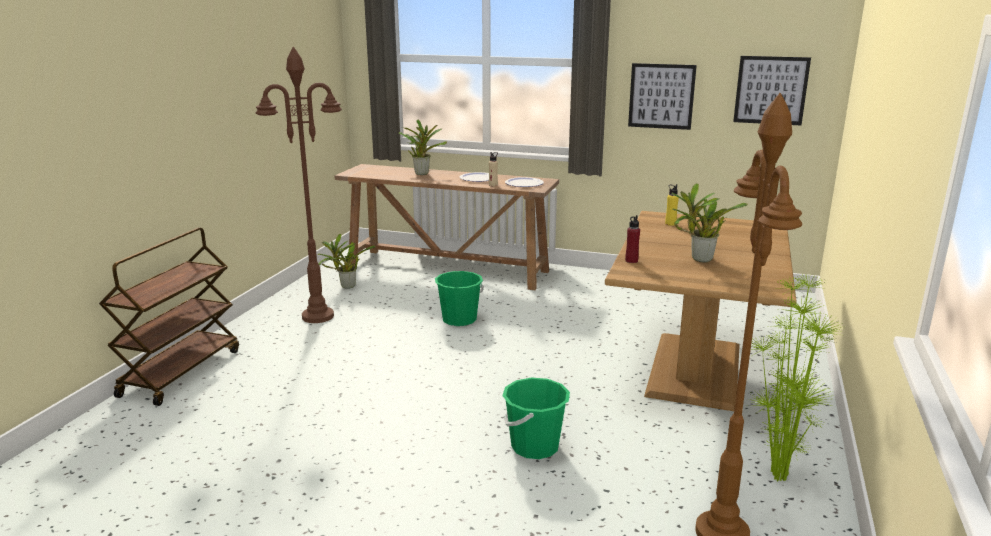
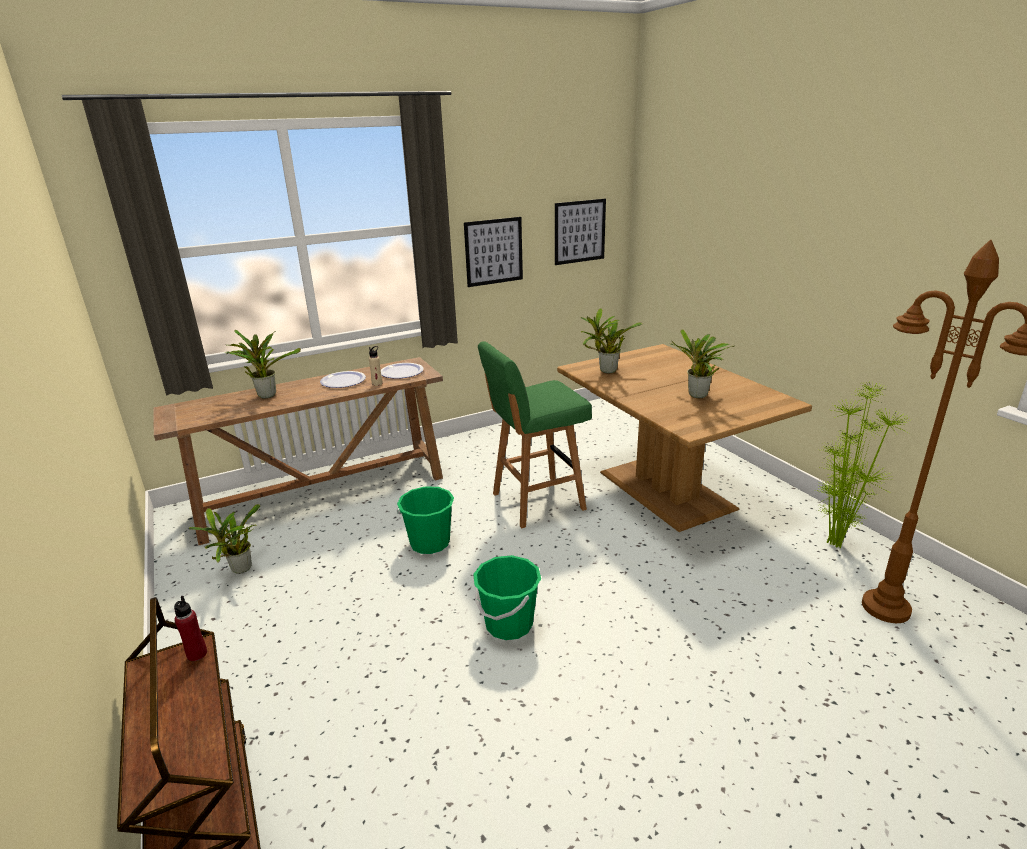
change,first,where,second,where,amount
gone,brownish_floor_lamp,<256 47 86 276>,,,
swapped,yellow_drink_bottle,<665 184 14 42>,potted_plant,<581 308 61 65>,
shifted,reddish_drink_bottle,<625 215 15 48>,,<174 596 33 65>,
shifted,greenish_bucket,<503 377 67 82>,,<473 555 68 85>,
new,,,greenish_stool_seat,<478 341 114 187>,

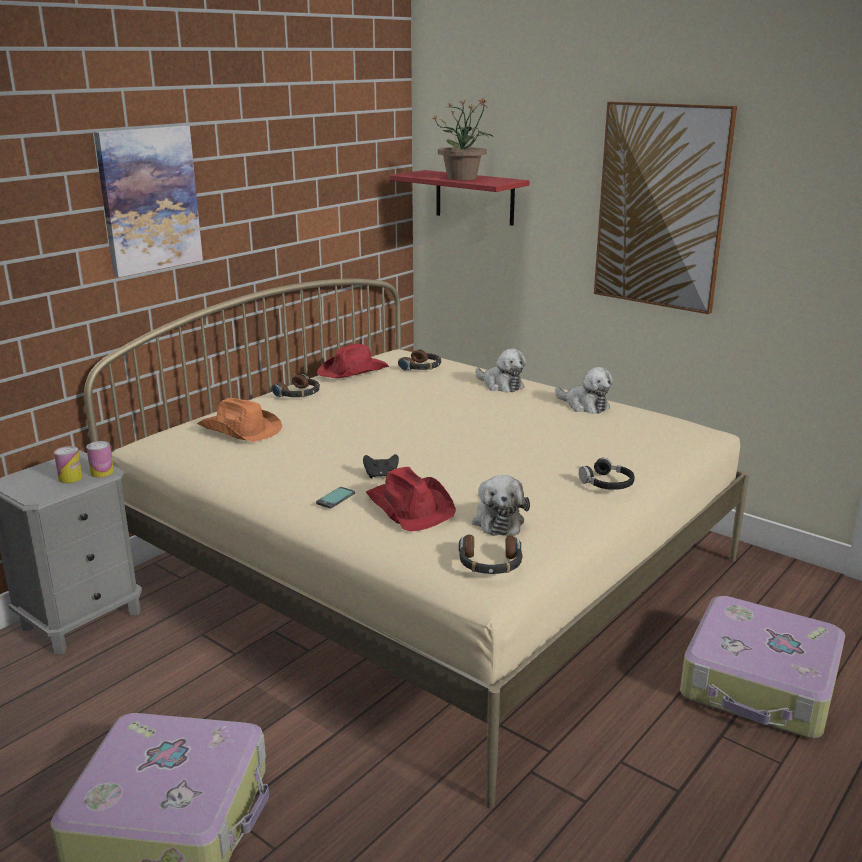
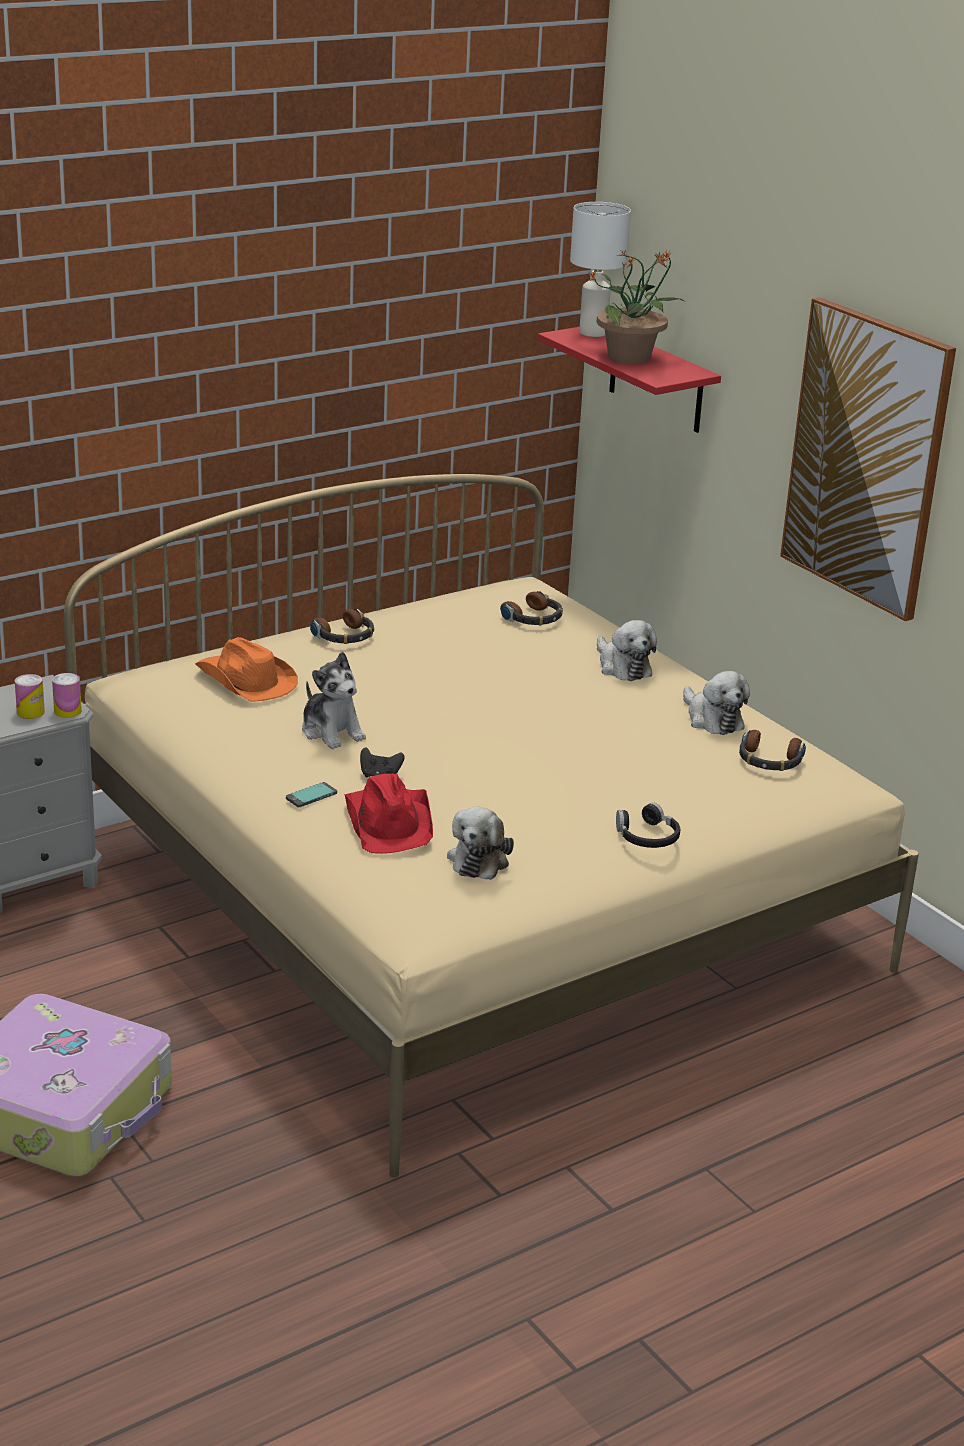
change,first,where,second,where,amount
gone,picture,<94 126 109 151>,,,
gone,reddish_hat,<317 344 72 34>,,,
shifted,pair_of_headphones,<459 535 64 39>,,<739 730 67 41>,
gone,travel_case,<680 596 165 142>,,,
new,,,white-coloured_lamp_for_a_table,<570 202 61 135>,
new,,,soft_toy,<302 652 64 97>,

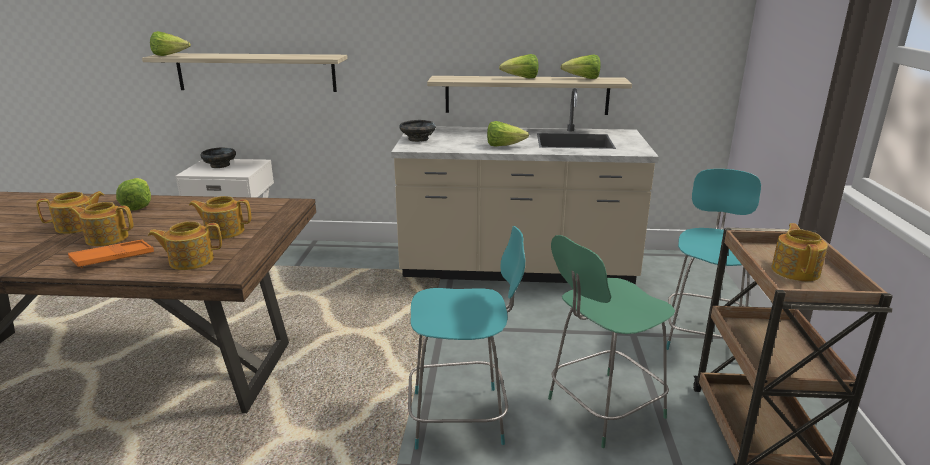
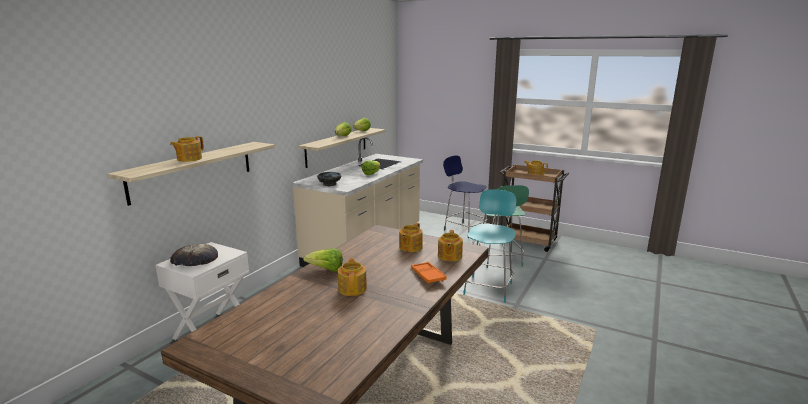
change,first,where,second,where,amount
gone,lettuce,<150 31 41 25>,,,
swapped,blackish_bowl,<200 147 36 21>,baked_bread,<170 243 48 23>,
swapped,turquoise-coloured_chair,<667 169 94 181>,bluish_stool_seat,<443 156 44 82>,
shifted,tea_pot,<68 202 66 44>,,<170 136 34 26>,

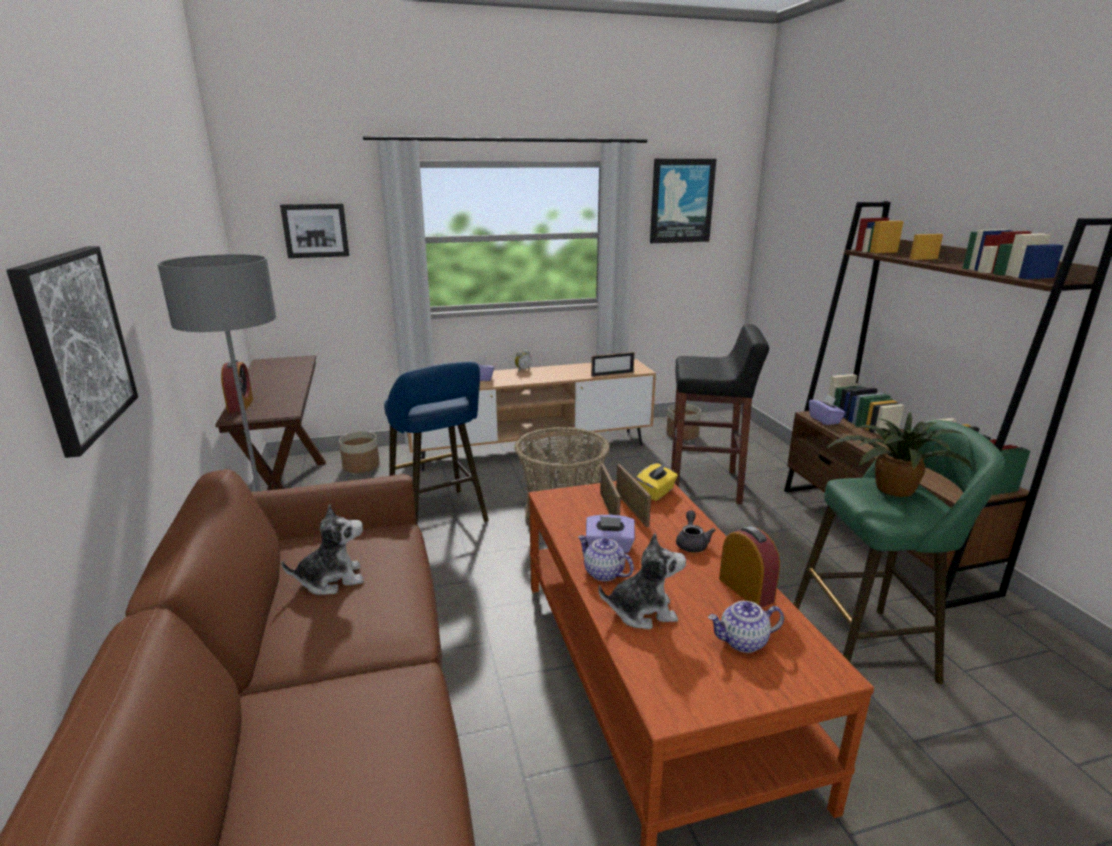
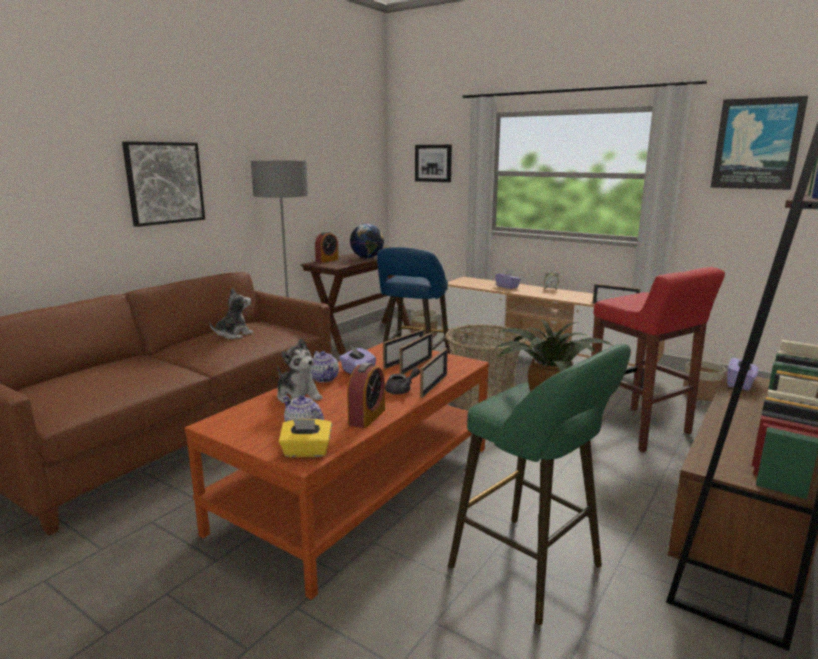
change,first,where,second,where,amount
repainted,blackish_stool_seat,<671 324 98 180>,reddish_stool_seat,<591 267 134 185>,
shifted,yellow_tissue_holder,<636 463 42 38>,,<279 418 53 39>,
rotated,soft_toy,<281 504 83 91>,,<209 288 45 51>,75 degrees counterclockwise
rotated,tea_pot,<578 535 56 46>,,<310 351 29 31>,150 degrees clockwise
new,,,world_globe,<350 224 34 34>,
new,,,picture_frame,<420 348 28 50>,

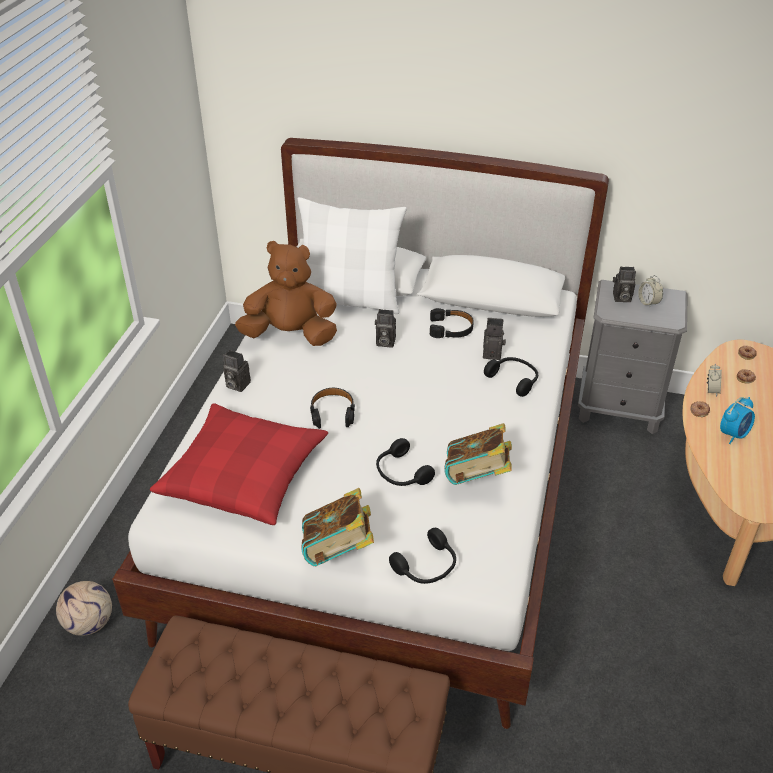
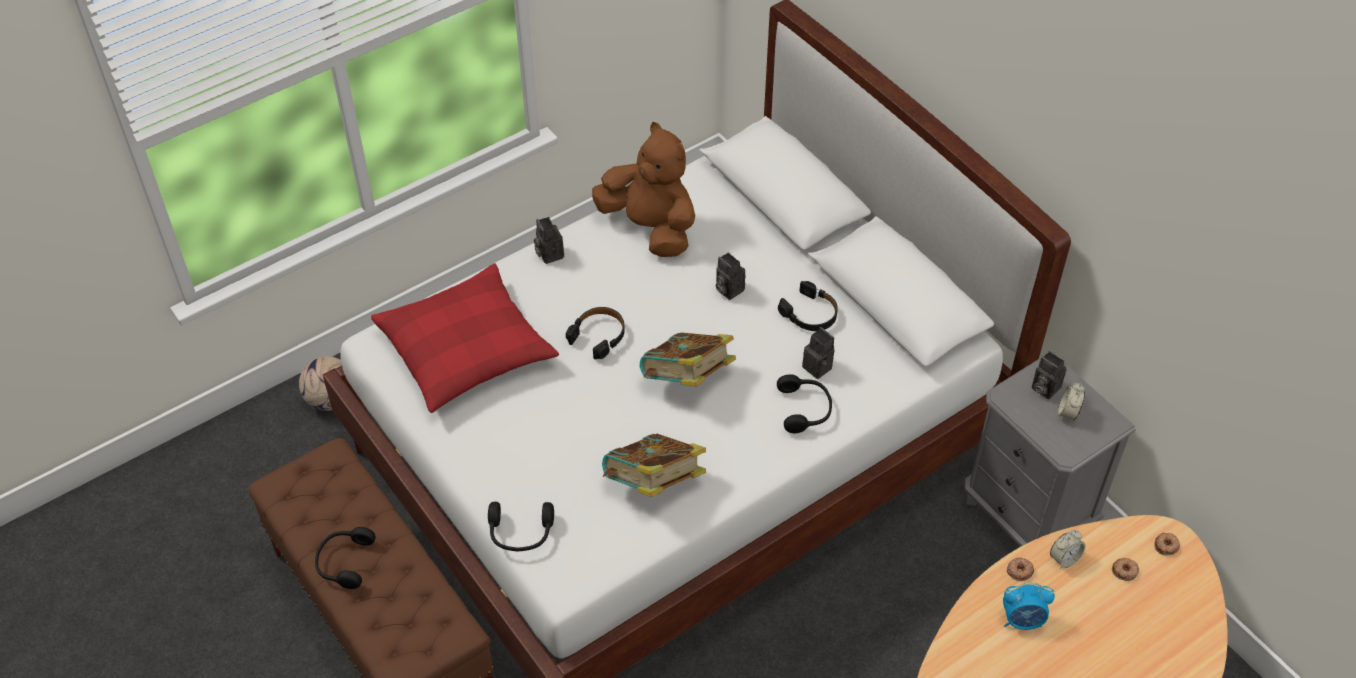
change,first,where,second,where,amount
gone,white-coloured_cushion,<298 197 109 117>,,,
shifted,blackish_pair_of_headphones,<376 438 59 48>,,<315 527 60 62>,
shifted,book,<302 488 72 78>,,<640 332 96 54>,

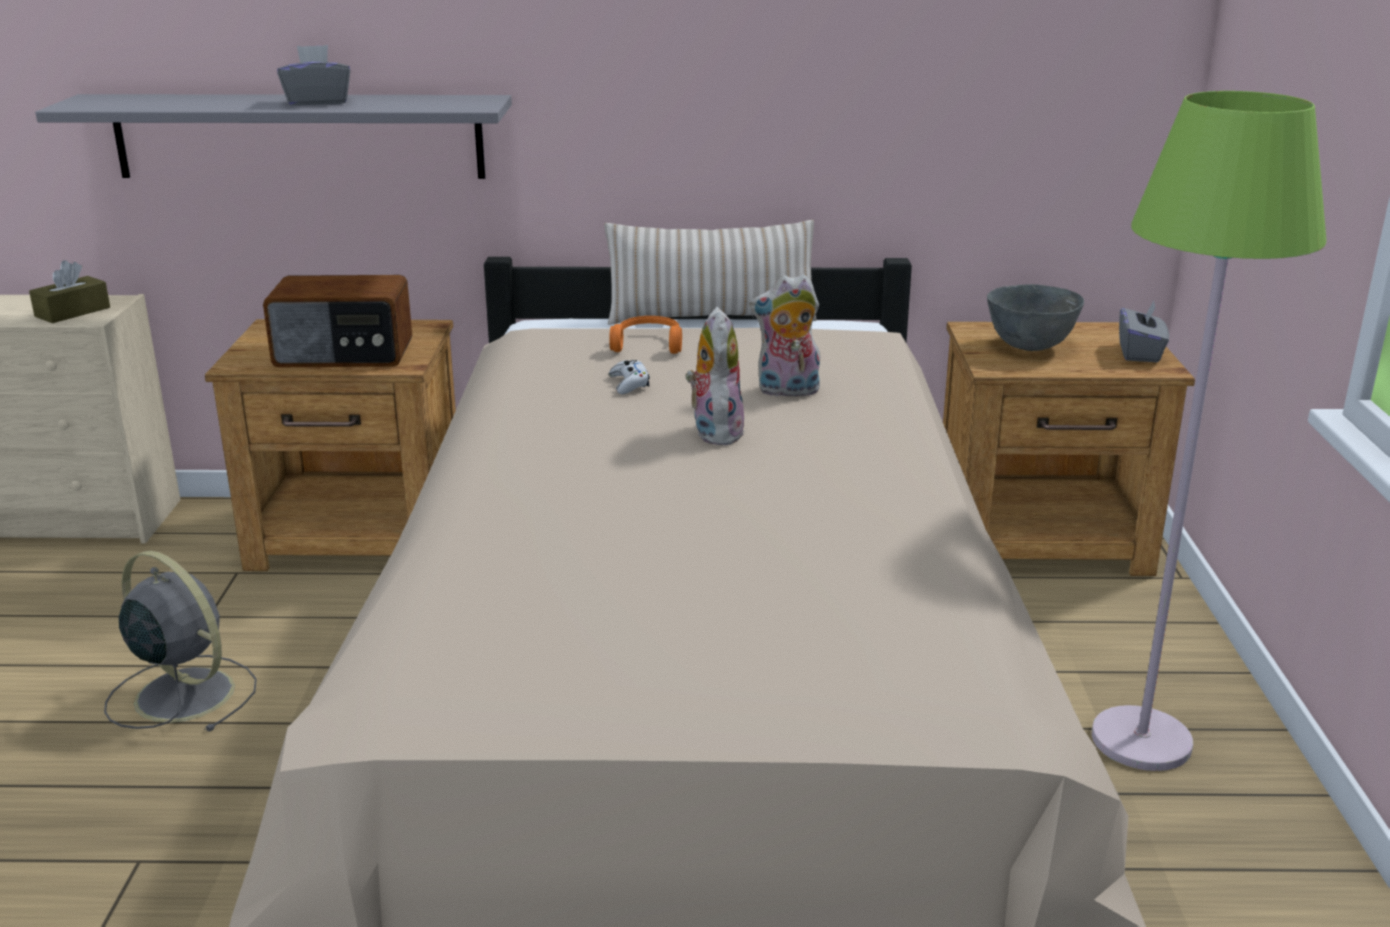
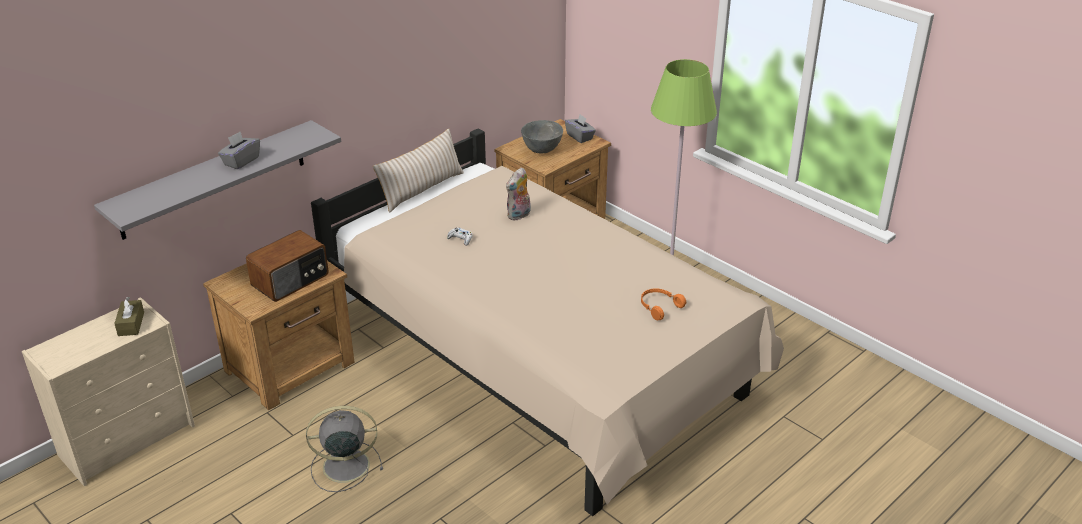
change,first,where,second,where,amount
gone,soft_toy,<686 307 59 139>,,,
shifted,orange-coloured_pair_of_headphones,<609 316 73 38>,,<641 288 45 32>,

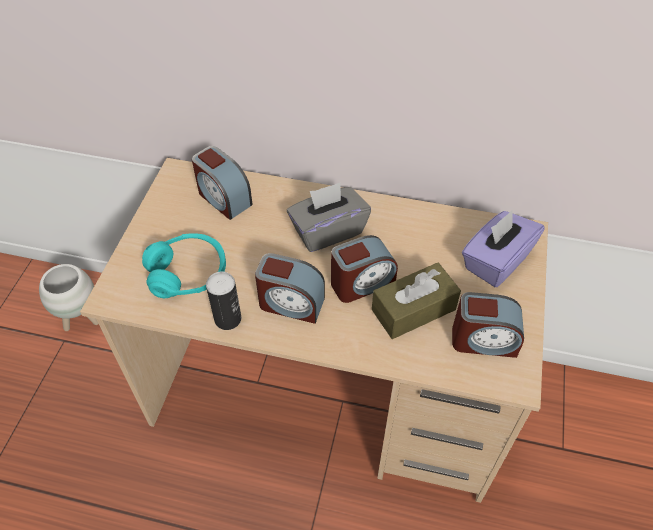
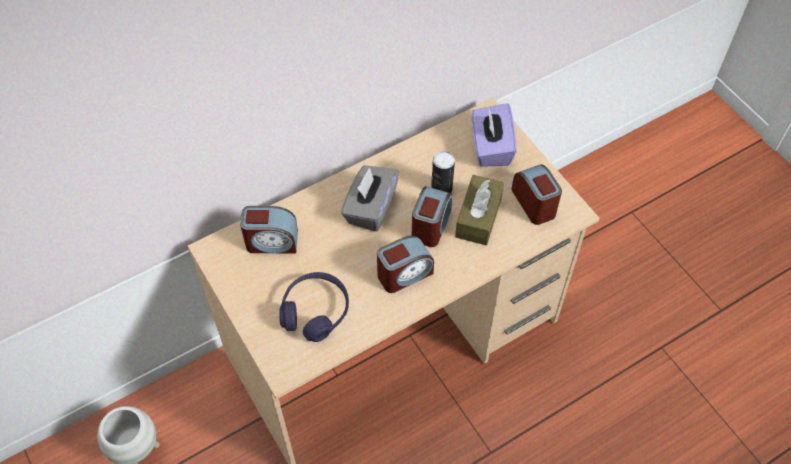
change,first,where,second,where,amount
repainted,turquoise-coloured_pair_of_headphones,<142 233 84 65>,purple-coloured_pair_of_headphones,<279 272 70 70>,
shifted,sealed_can,<206 272 35 58>,,<431 151 24 42>,
rotated,alarm_clock,<452 292 72 66>,,<511 164 51 61>,75 degrees counterclockwise

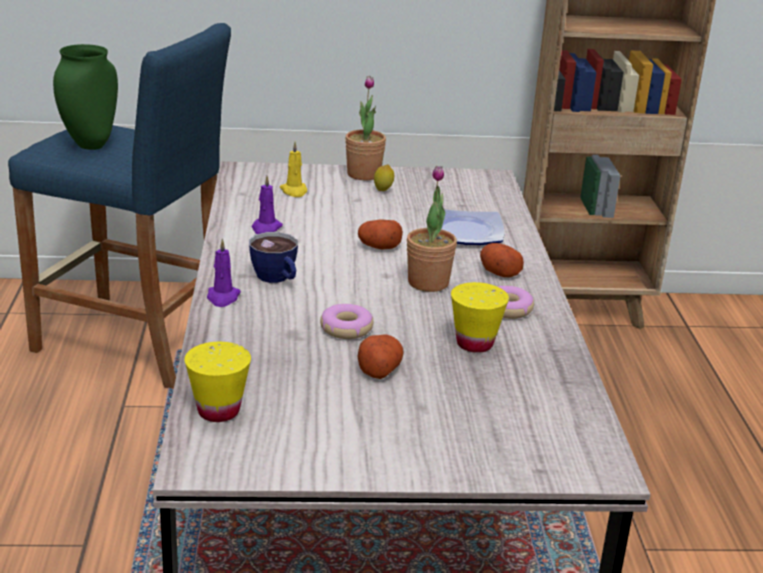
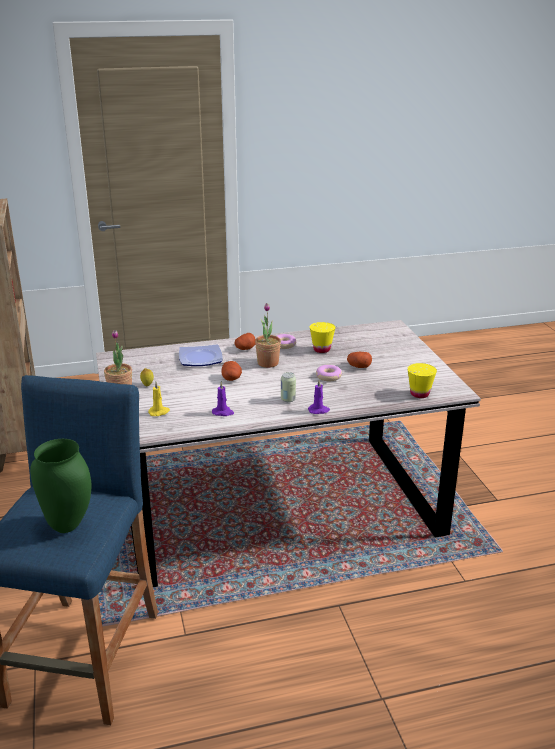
change,first,where,second,where,amount
swapped,drinking_cup,<249 232 49 51>,sealed_can,<281 372 15 30>,

